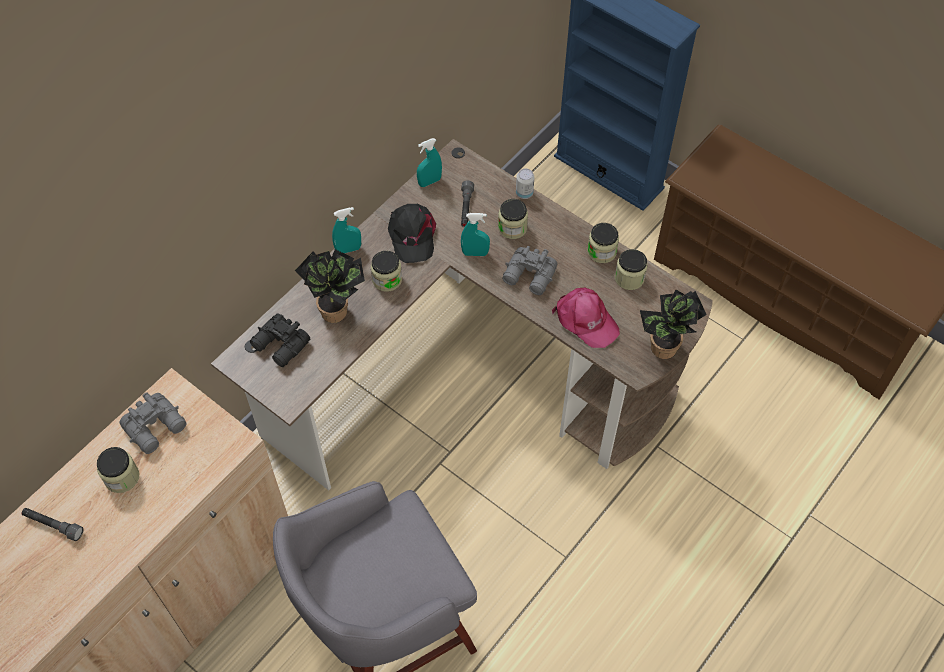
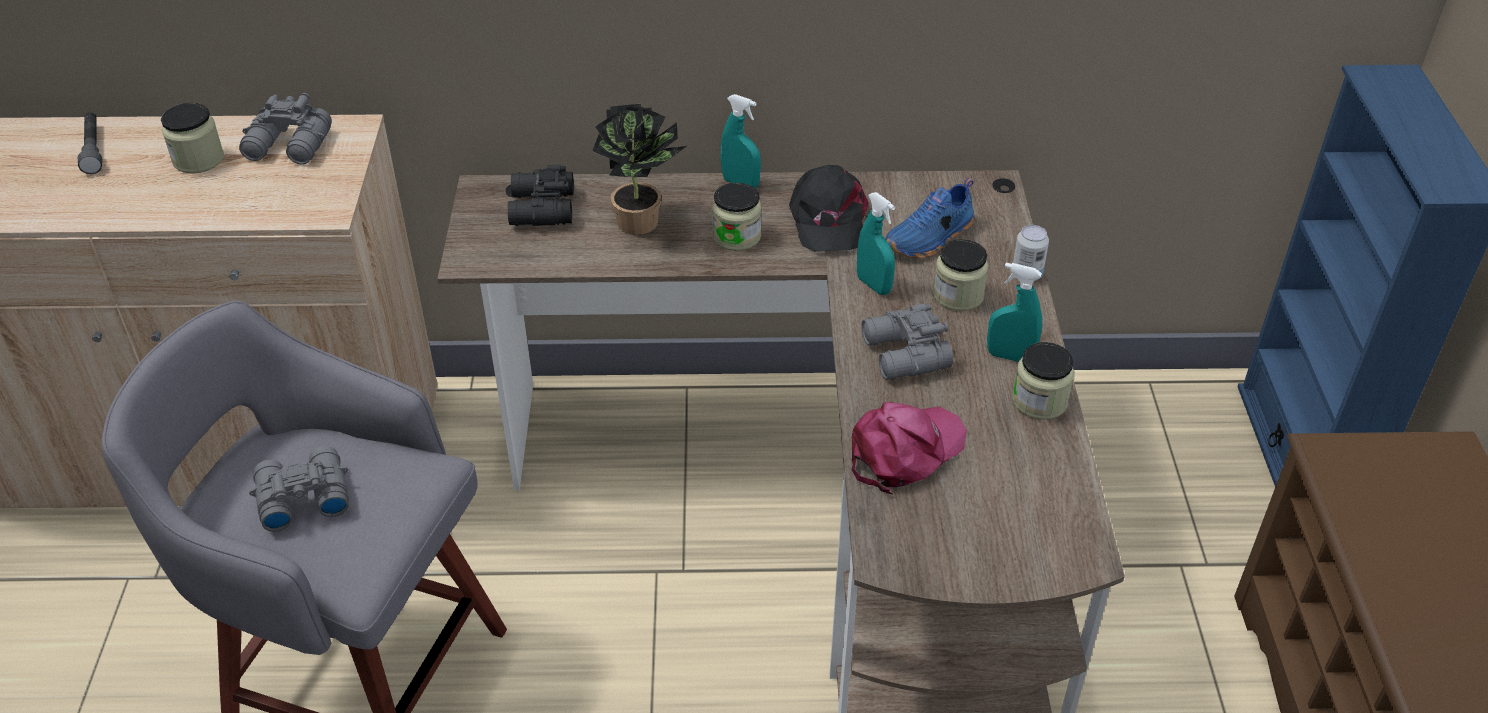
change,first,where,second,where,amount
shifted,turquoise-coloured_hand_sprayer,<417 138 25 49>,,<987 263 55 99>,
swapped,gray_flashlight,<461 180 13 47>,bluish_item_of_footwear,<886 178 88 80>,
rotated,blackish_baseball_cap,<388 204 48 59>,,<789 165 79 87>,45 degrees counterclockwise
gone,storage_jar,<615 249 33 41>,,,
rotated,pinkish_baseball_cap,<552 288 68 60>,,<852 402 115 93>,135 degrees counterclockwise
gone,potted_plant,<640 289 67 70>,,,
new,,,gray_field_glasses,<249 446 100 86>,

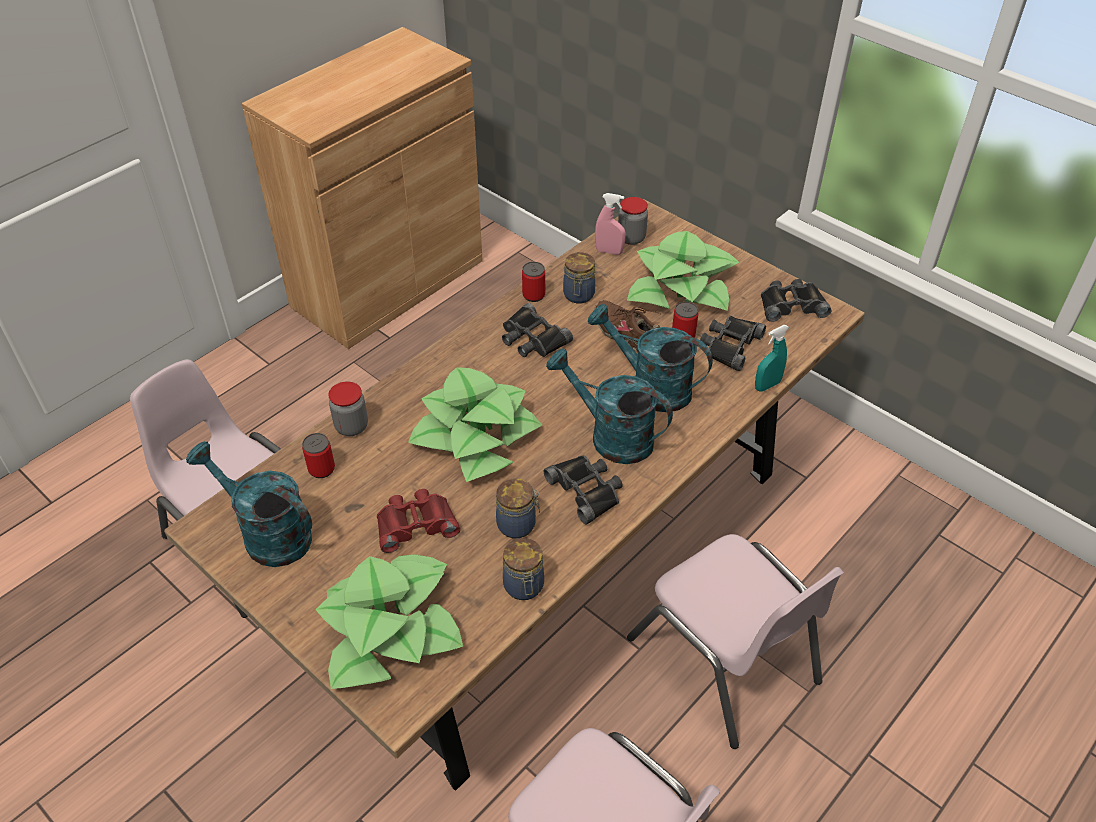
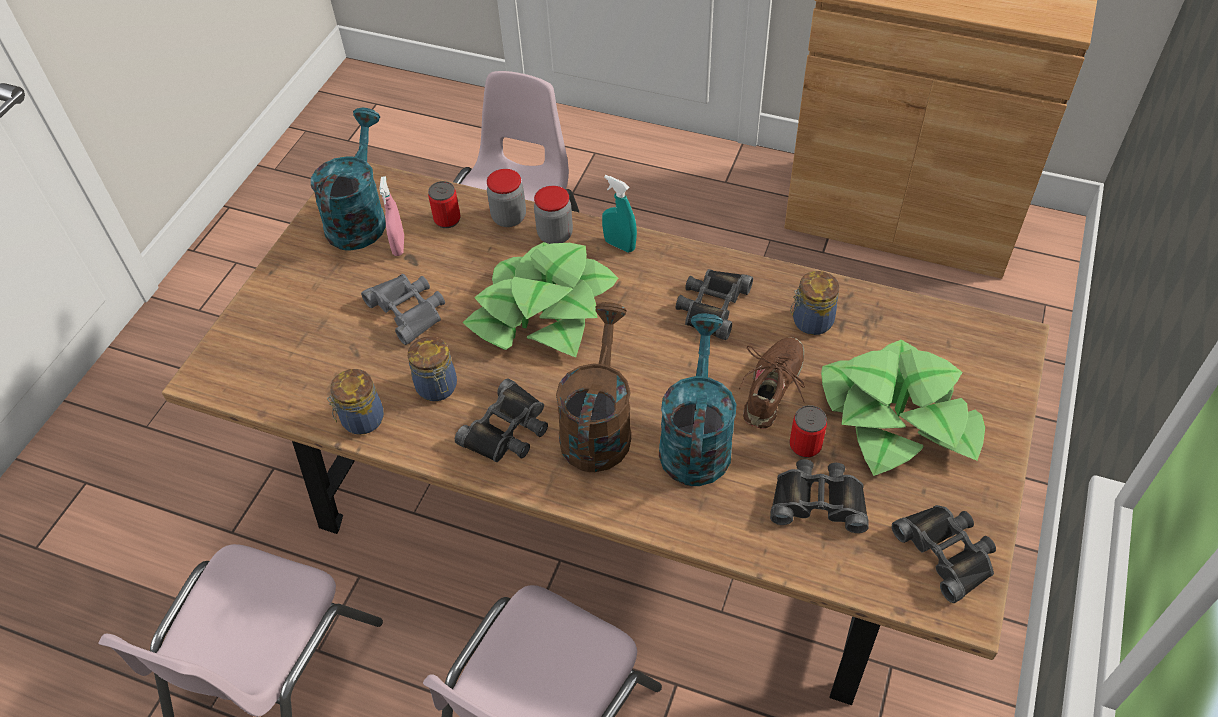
change,first,where,second,where,amount
shifted,pinkish_hand_sprayer,<595 193 31 62>,,<379 176 25 80>,
shifted,storage_jar,<618 197 30 48>,,<534 186 39 58>,
gone,sealed_can,<522 262 23 40>,,,
shifted,turquoise-coloured_hand_sprayer,<755 325 34 67>,,<602 175 35 78>,
repainted,turquoise-coloured_sprinkling_can,<546 348 127 116>,brownish_sprinkling_can,<556 302 75 170>,
repainted,reddish_field_glasses,<377 489 83 64>,gray_field_glasses,<361 274 84 71>,
gone,potted_plant,<315 554 148 135>,,,

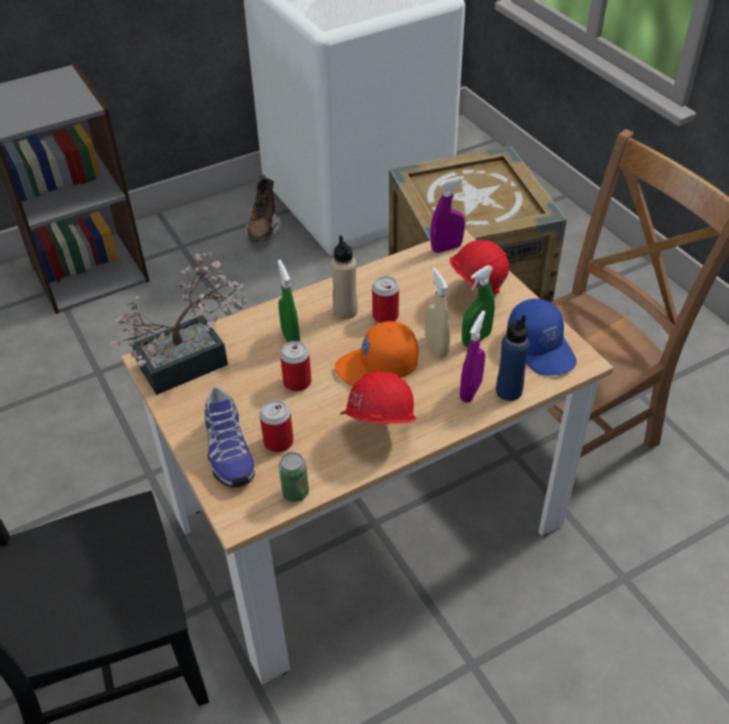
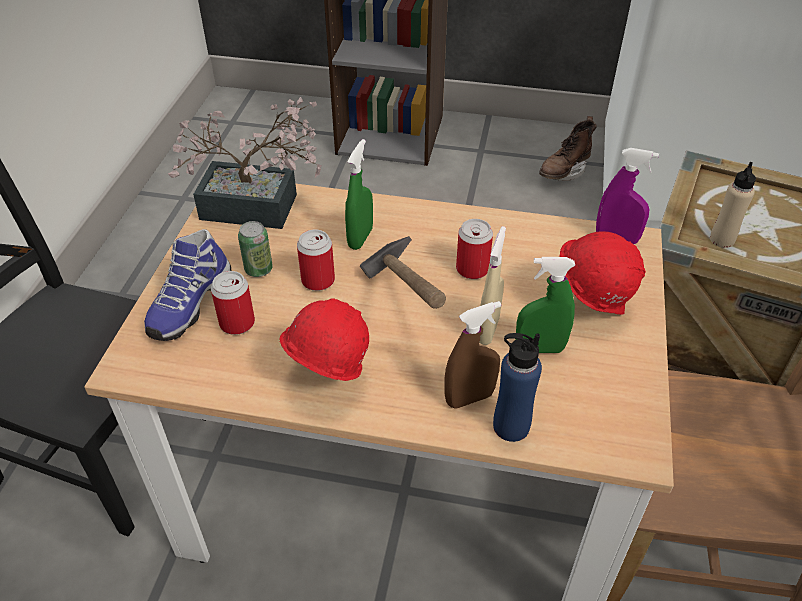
change,first,where,second,where,amount
shifted,beige_drink_bottle,<331 235 27 84>,,<710 162 46 86>,
gone,bluish_baseball_cap,<506 298 71 78>,,,
repainted,purple-coloured_hand_sprayer,<460 311 26 92>,brownish_hand_sprayer,<444 301 57 108>,
swapped,orange-coloured_baseball_cap,<335 321 84 66>,hammer,<360 236 86 73>,
shifted,sealed_can,<279 452 30 50>,,<238 221 35 56>,

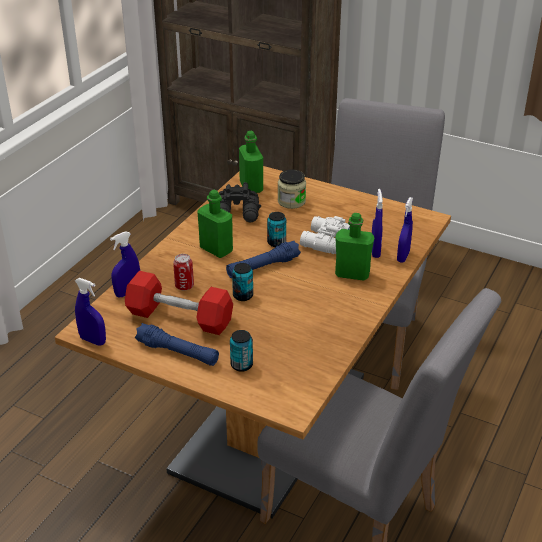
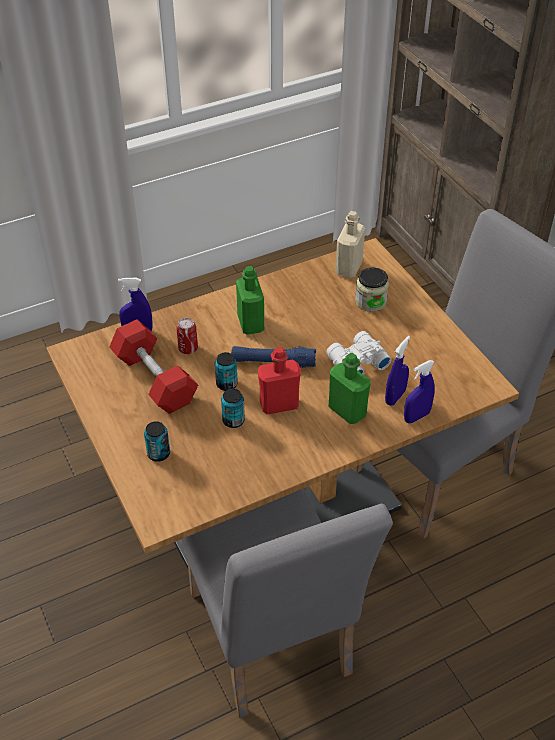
change,first,where,second,where,amount
repainted,greenish_drink_bottle,<239 131 24 62>,beige_drink_bottle,<335 211 30 67>,
gone,blackish_field_glasses,<219 182 42 40>,,,
shifted,sealed_can,<267 212 19 35>,,<221 389 24 39>,
gone,bluish_hand_sprayer,<75 278 31 68>,,,
gone,bluish_flashlight,<135 323 84 43>,,,
new,,,reddish_drink_bottle,<258 347 43 68>,

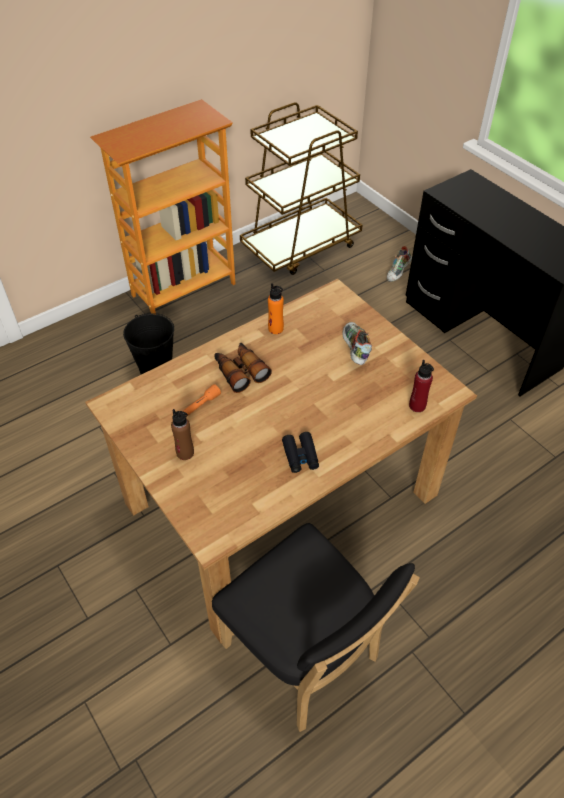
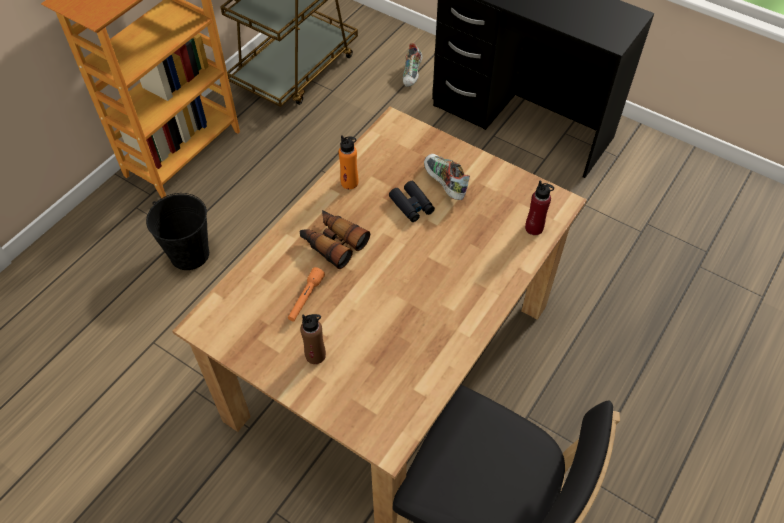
change,first,where,second,where,amount
shifted,blackish_field_glasses,<282 432 37 41>,,<389 181 46 41>,

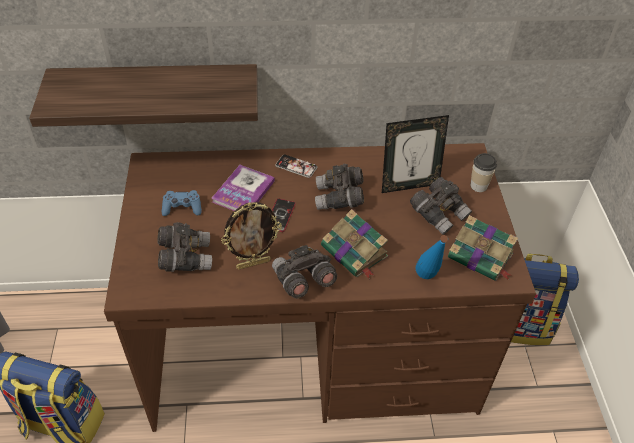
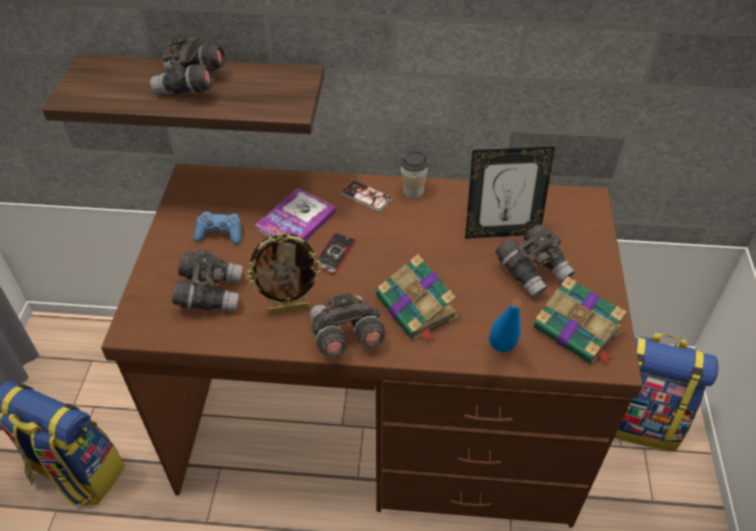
change,first,where,second,where,amount
shifted,drinking_cup,<470 153 27 39>,,<401 151 28 47>,
shifted,gray_field_glasses,<315 164 49 46>,,<150 35 76 60>,

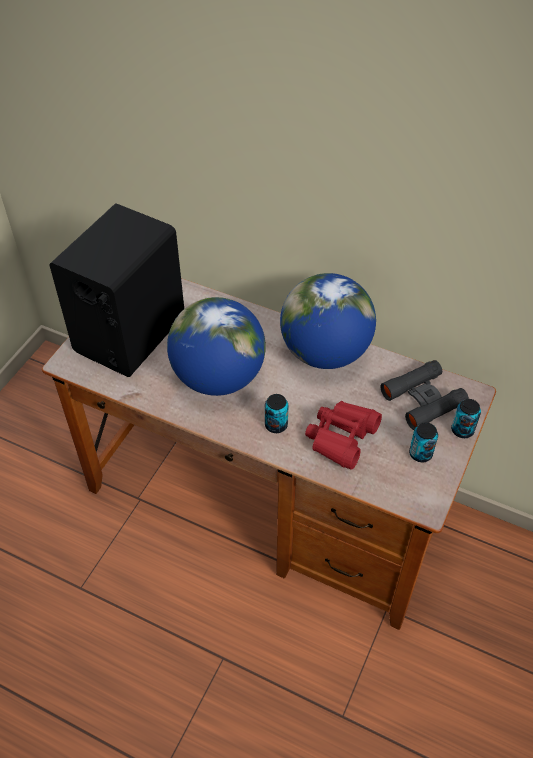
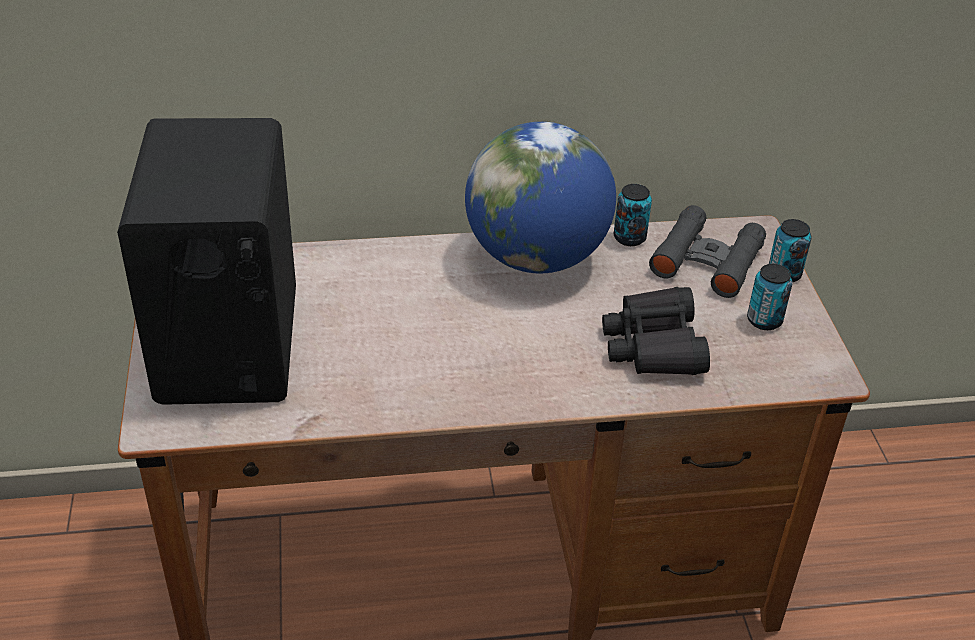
change,first,where,second,where,amount
gone,world_globe,<167 297 99 99>,,,
shifted,sealed_can,<265 394 23 39>,,<614 184 38 62>,
repainted,reddish_field_glasses,<305 401 77 69>,blackish_field_glasses,<602 287 108 88>,

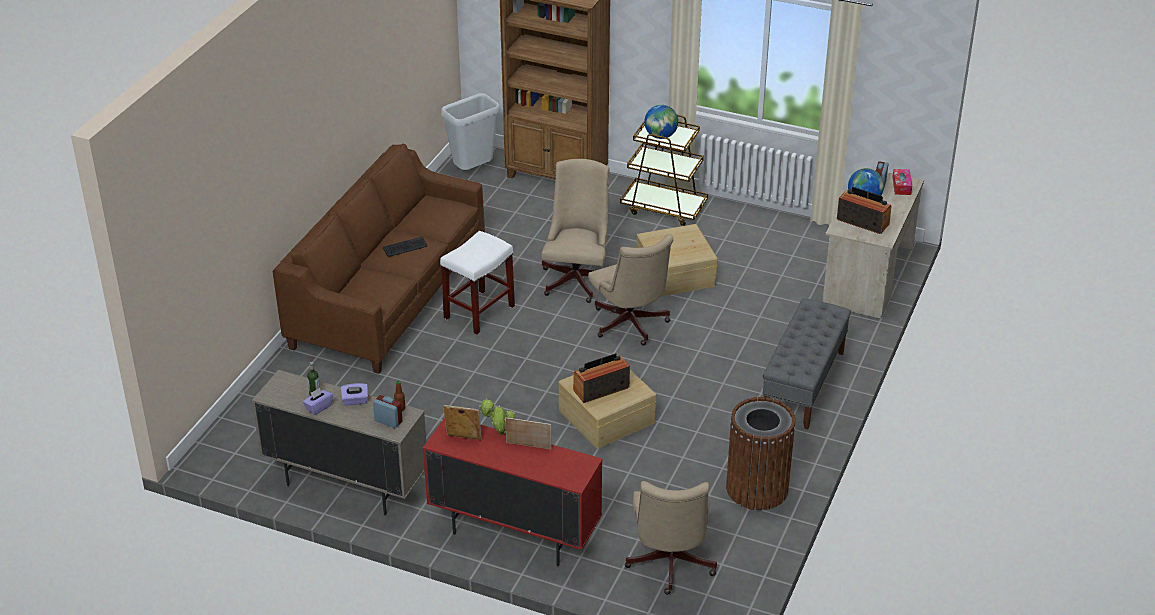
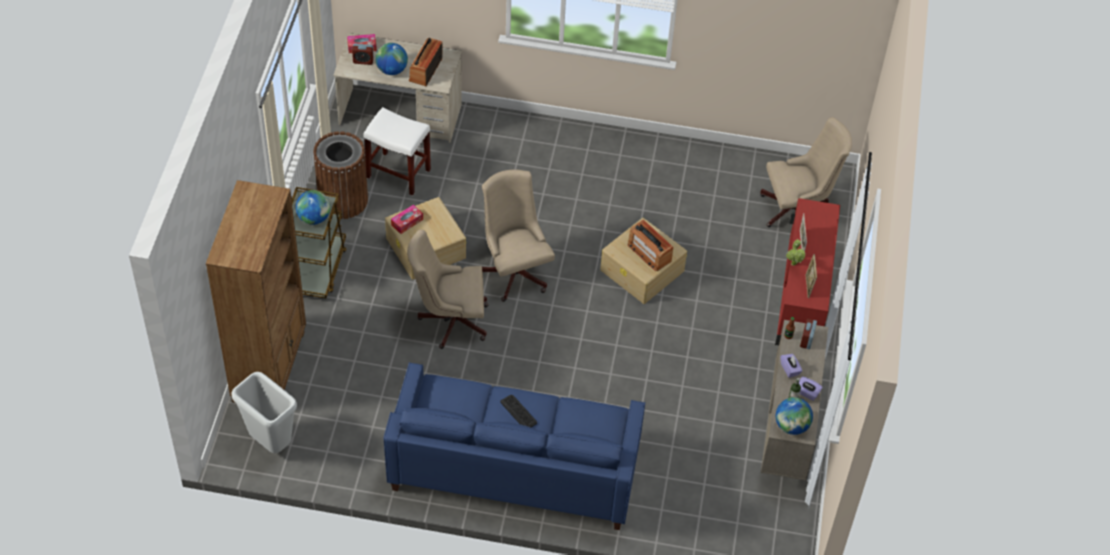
change,first,where,second,where,amount
repainted,brownish_couch,<273 143 212 231>,bluish_couch,<384 362 261 168>,
shifted,white-coloured_stool_seat,<440 231 75 104>,,<363 107 68 89>,
rotated,beige_desk_chair,<588 234 85 111>,,<482 170 73 132>,75 degrees counterclockwise
gone,gray_bench,<763 299 88 130>,,,
shifted,brownish_waste_bin,<726 397 70 113>,,<313 131 55 88>,
new,,,tissue_holder,<391 204 32 30>,
new,,,world_globe,<776 397 37 38>,

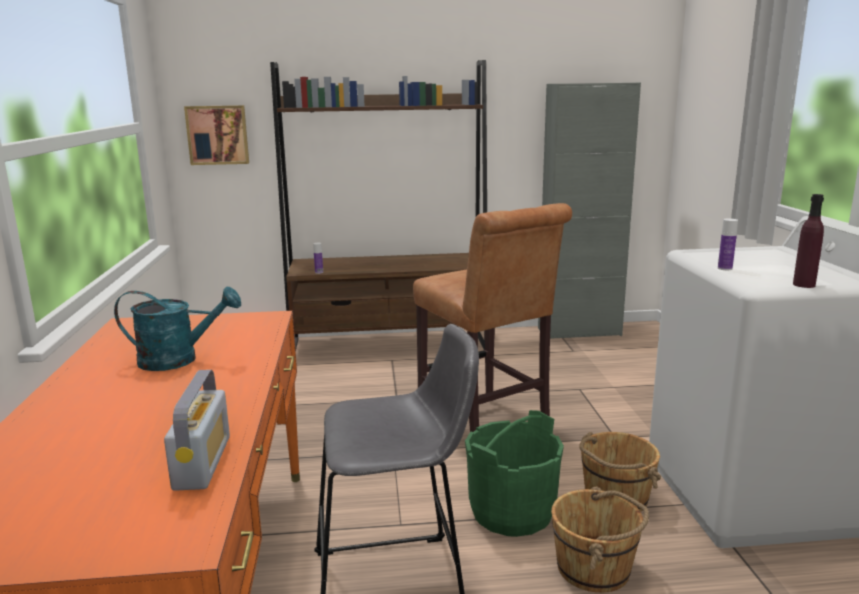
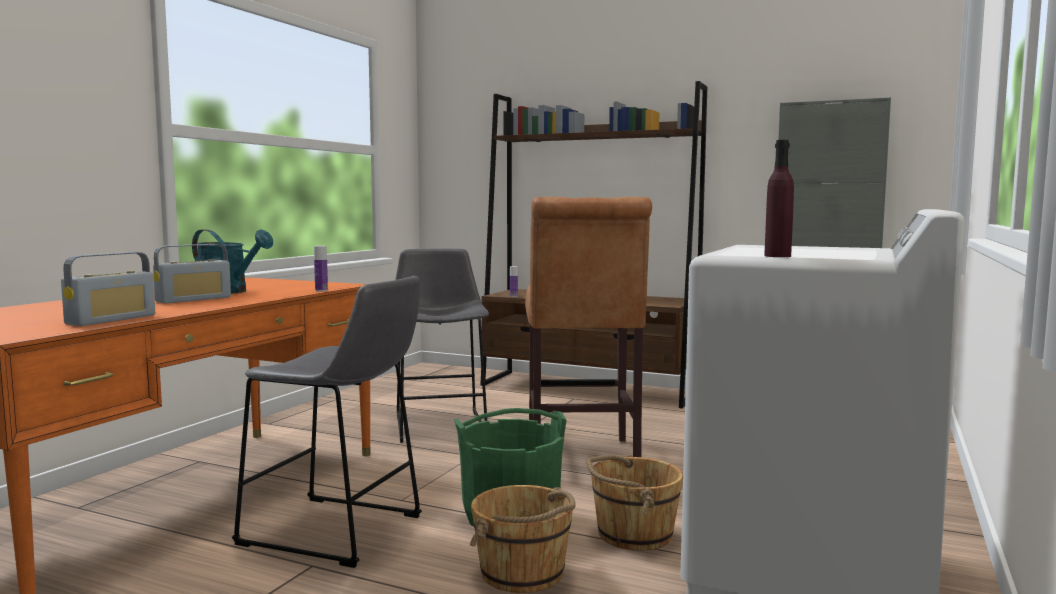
change,first,where,second,where,amount
gone,picture,<184 105 65 60>,,,
shifted,drink_bottle,<718 218 20 52>,,<314 246 14 45>,
new,,,radio_set,<153 244 78 60>,
new,,,gray_stool_seat,<395 248 94 195>,

